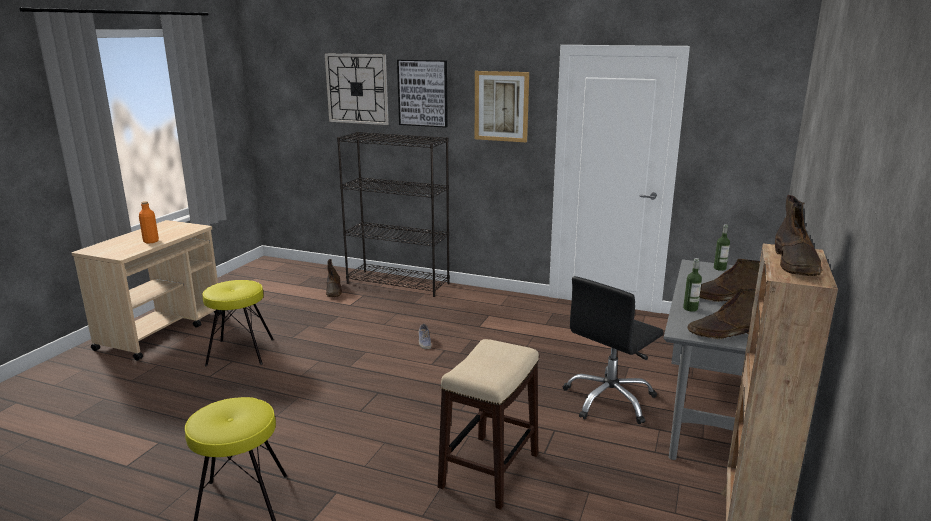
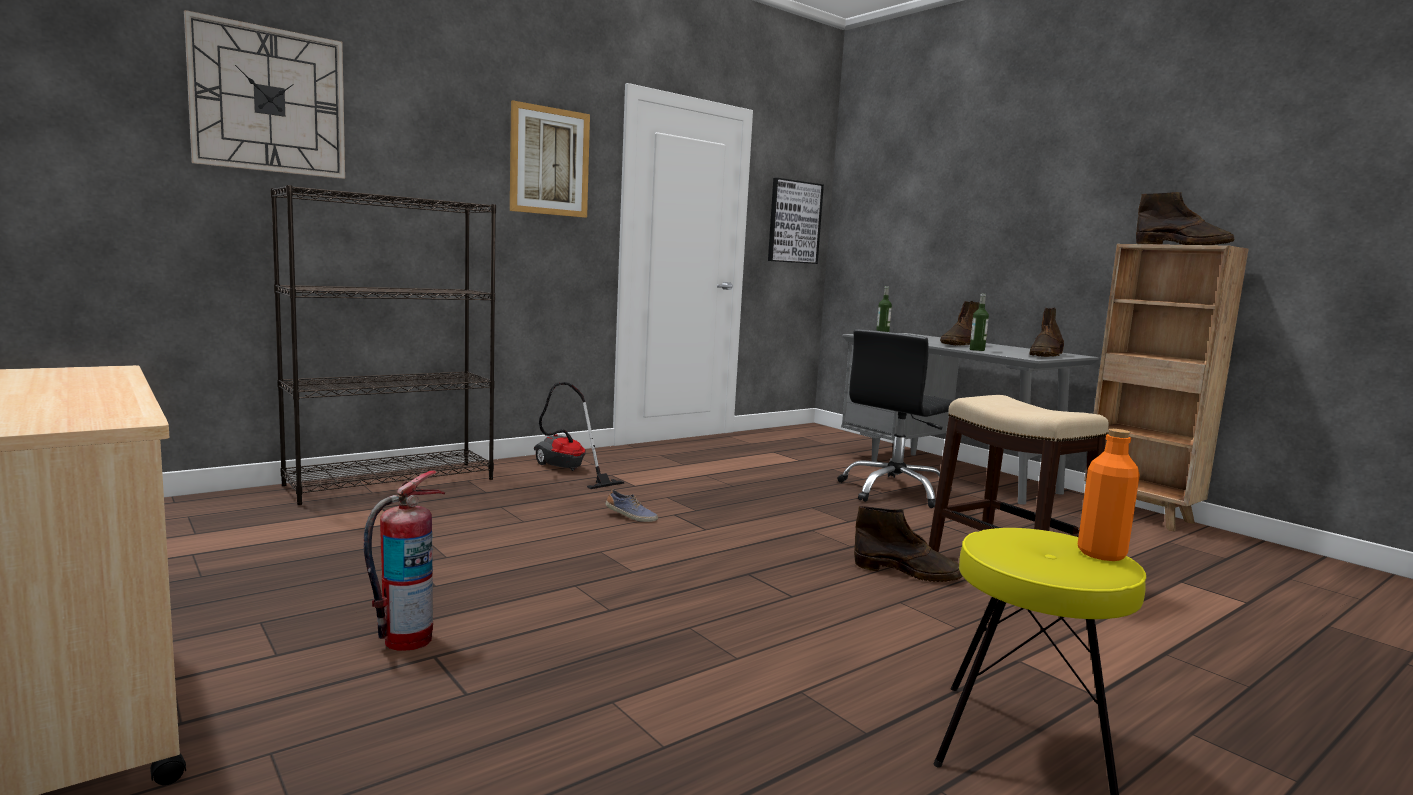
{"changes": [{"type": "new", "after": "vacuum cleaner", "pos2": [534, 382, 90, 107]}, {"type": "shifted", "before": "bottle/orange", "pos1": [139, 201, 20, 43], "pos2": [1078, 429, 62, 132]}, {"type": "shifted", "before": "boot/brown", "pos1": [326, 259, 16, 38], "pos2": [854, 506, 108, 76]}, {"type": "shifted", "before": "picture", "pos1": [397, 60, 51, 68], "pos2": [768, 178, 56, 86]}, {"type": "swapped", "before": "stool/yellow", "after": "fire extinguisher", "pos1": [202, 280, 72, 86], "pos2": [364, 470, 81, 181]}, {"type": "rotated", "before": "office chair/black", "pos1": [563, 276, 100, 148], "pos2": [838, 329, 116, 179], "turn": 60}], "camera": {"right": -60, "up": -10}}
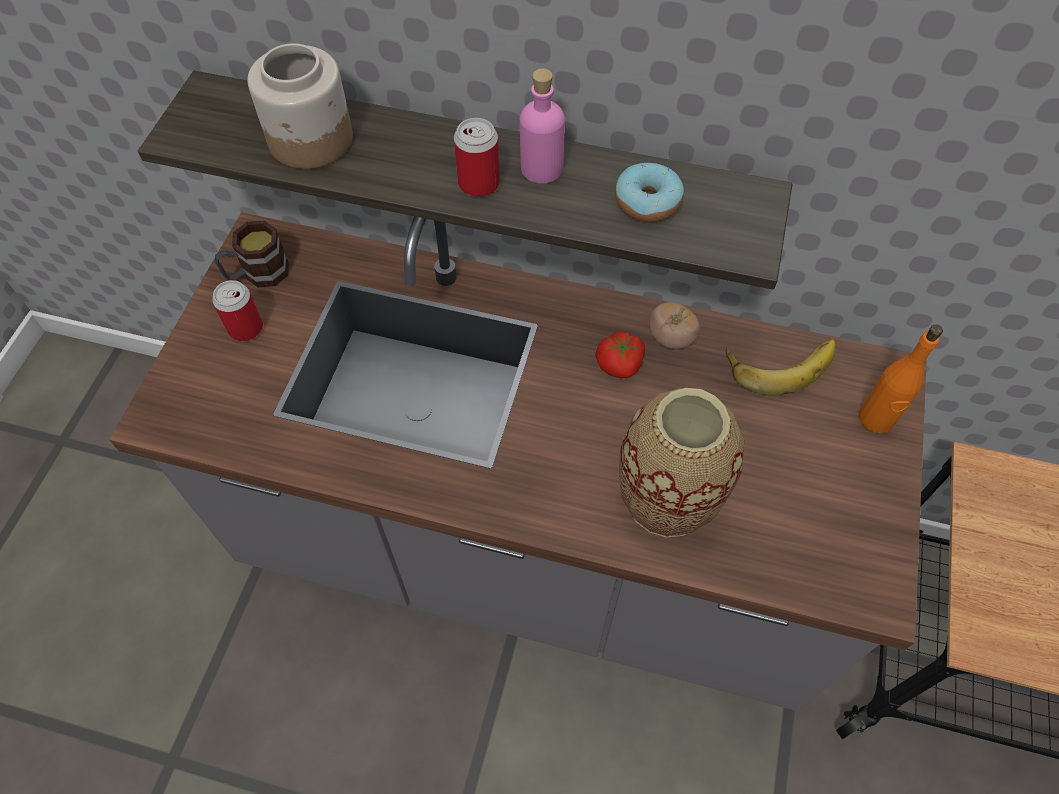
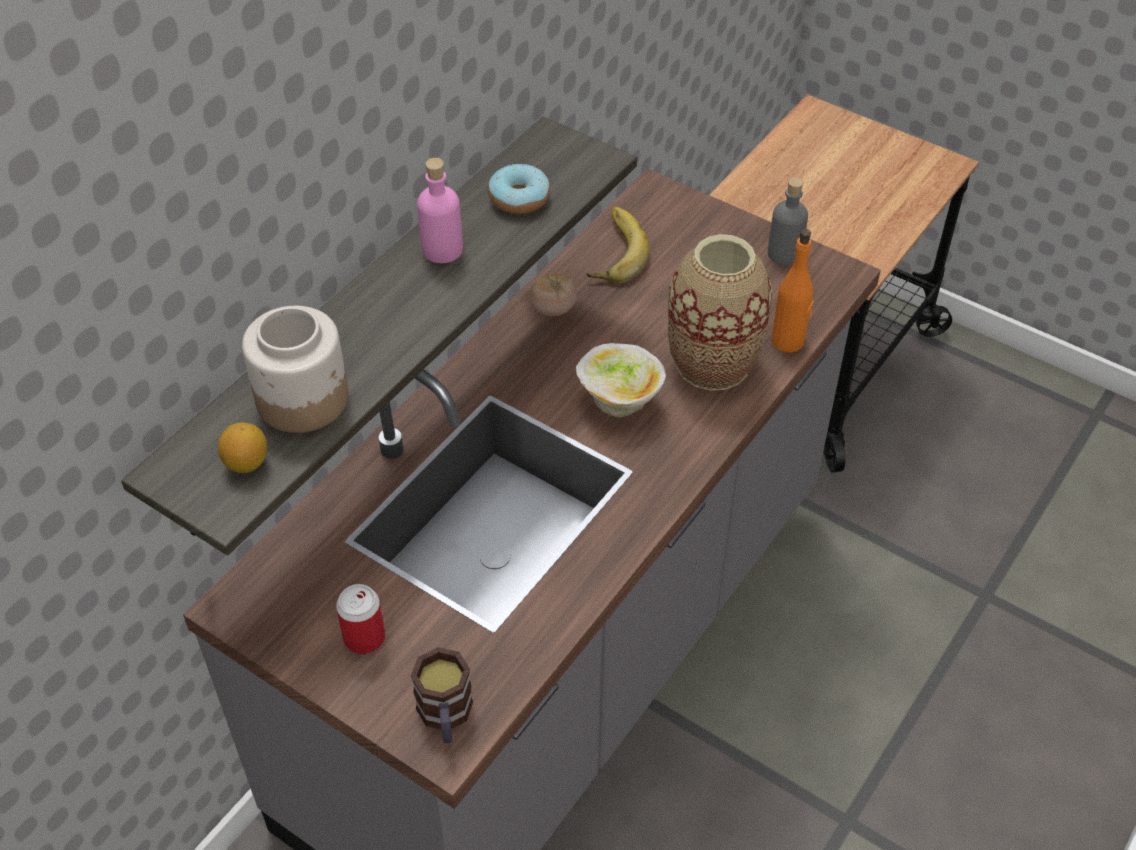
{"changes": [{"type": "gone", "before": "can", "pos1": [454, 118, 46, 79]}, {"type": "gone", "before": "tomato", "pos1": [595, 332, 50, 46]}, {"type": "new", "after": "lemon", "pos2": [218, 422, 49, 51]}, {"type": "new", "after": "bowl", "pos2": [576, 343, 90, 74]}, {"type": "new", "after": "bottle/grey", "pos2": [767, 177, 41, 88]}, {"type": "shifted", "before": "mug", "pos1": [215, 220, 74, 67], "pos2": [411, 647, 62, 96]}, {"type": "shifted", "before": "bottle/orange", "pos1": [859, 325, 84, 108], "pos2": [771, 229, 42, 124]}], "camera": {"right": -70, "up": -10}}
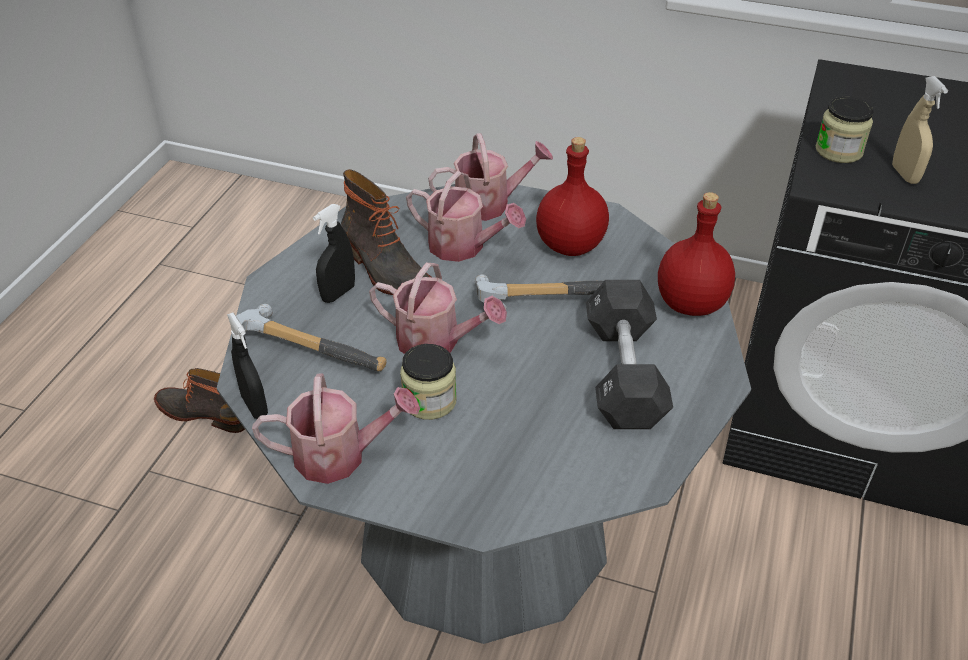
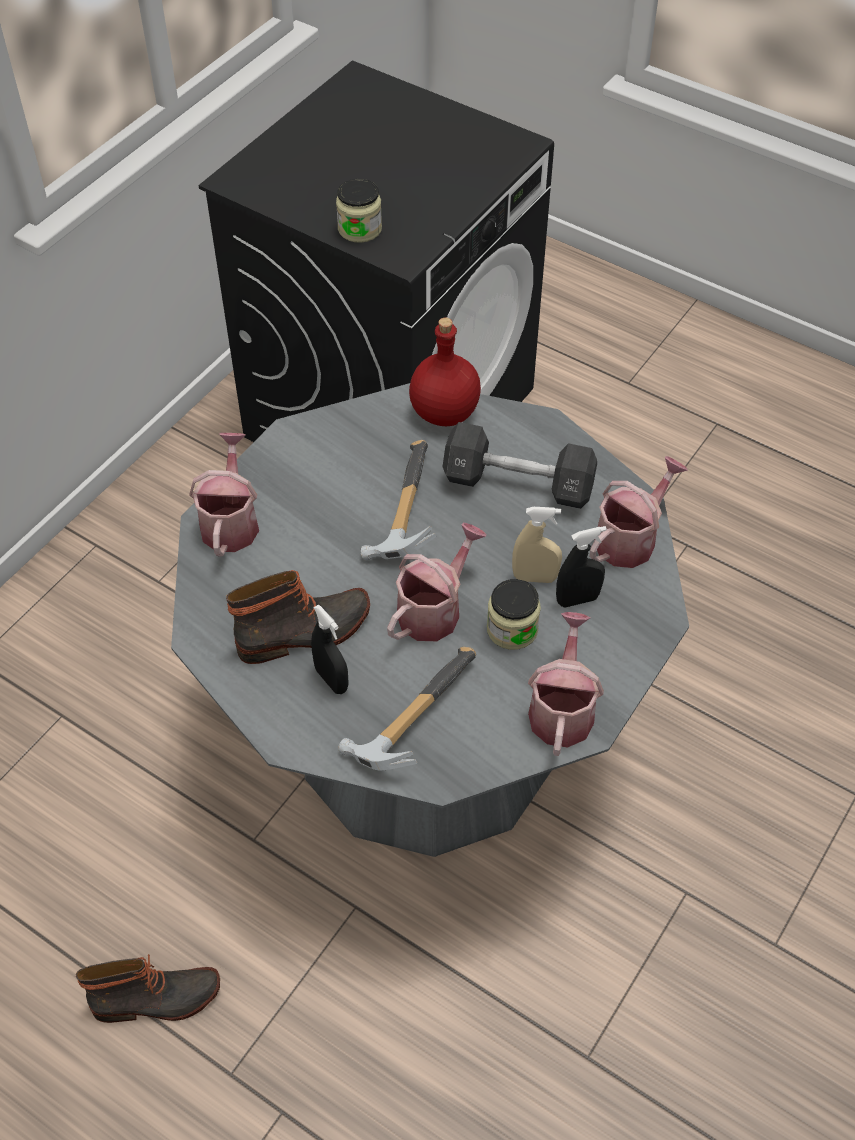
{"changes": [{"type": "gone", "before": "bottle/red", "pos1": [536, 137, 73, 119]}, {"type": "shifted", "before": "spray bottle/black", "pos1": [227, 313, 41, 106], "pos2": [556, 526, 51, 81]}, {"type": "shifted", "before": "watering can", "pos1": [406, 171, 120, 91], "pos2": [590, 456, 98, 112]}, {"type": "shifted", "before": "spray bottle/beige", "pos1": [892, 76, 56, 108], "pos2": [512, 507, 50, 76]}, {"type": "rotated", "before": "boot", "pos1": [154, 368, 91, 65], "pos2": [76, 954, 144, 69], "turn": -135}], "camera": {"right": -75, "up": 10}}
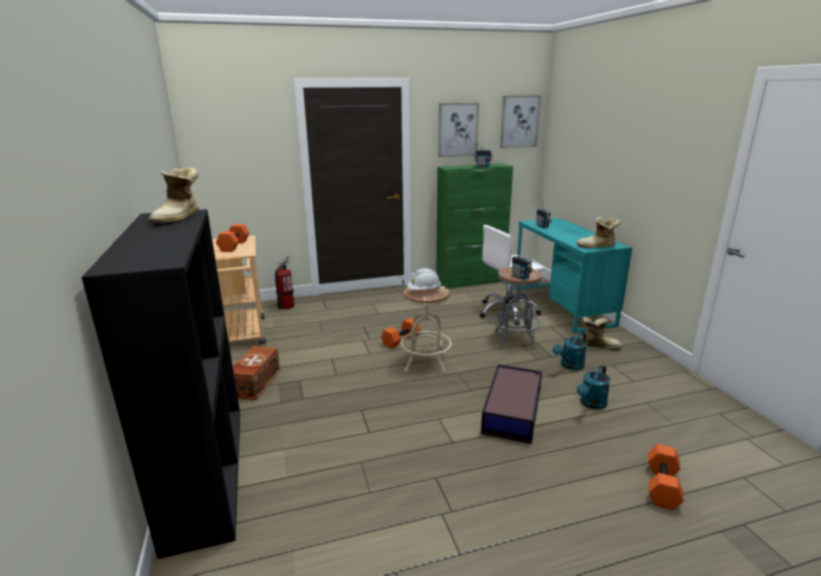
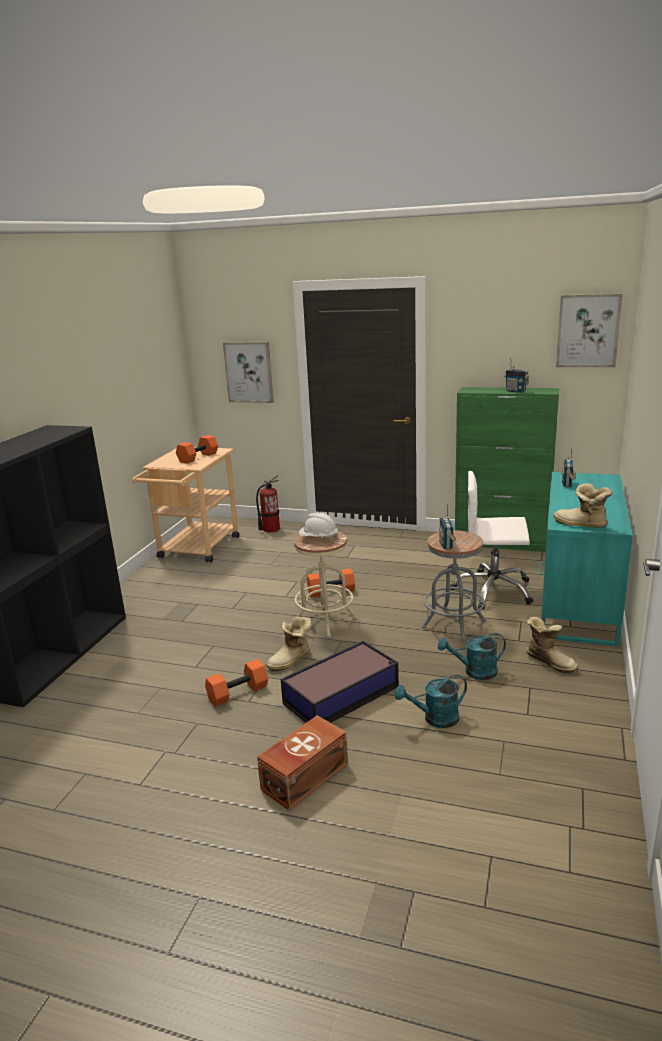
{"changes": [{"type": "shifted", "before": "boot", "pos1": [148, 167, 51, 59], "pos2": [266, 616, 46, 55]}, {"type": "shifted", "before": "storage box/brown", "pos1": [233, 346, 47, 54], "pos2": [257, 716, 91, 95]}, {"type": "shifted", "before": "picture", "pos1": [438, 103, 41, 54], "pos2": [223, 342, 51, 61]}, {"type": "shifted", "before": "dumbbell/orange", "pos1": [648, 444, 36, 66], "pos2": [205, 659, 63, 48]}], "camera": {"right": 35, "up": 0}}
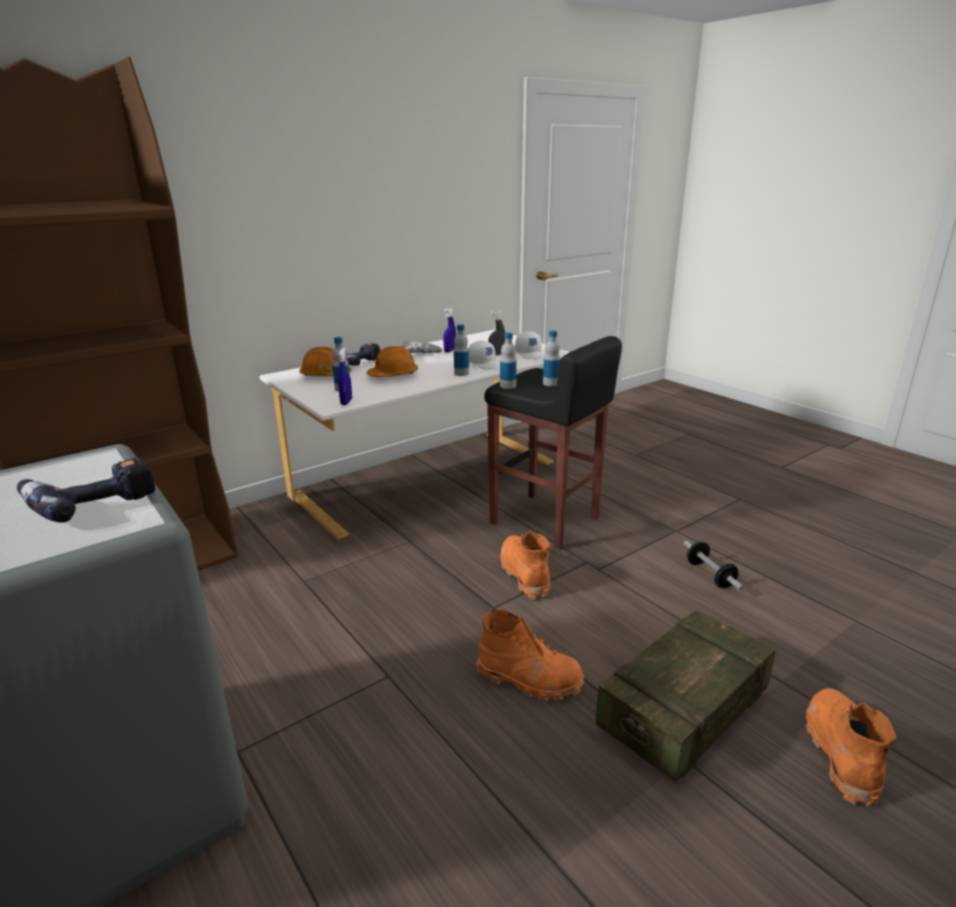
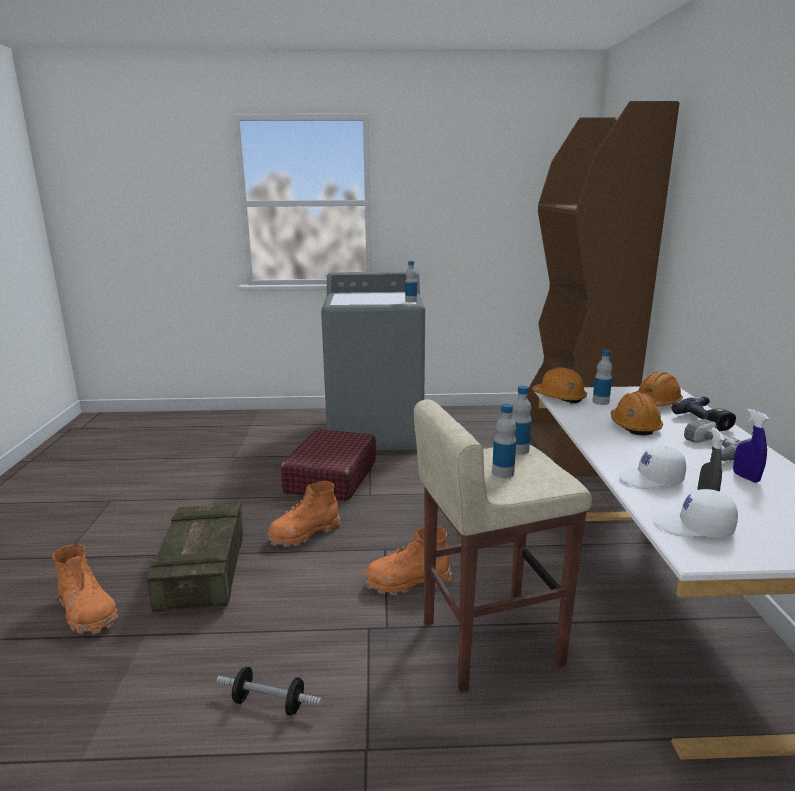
{"changes": [{"type": "gone", "before": "power drill", "pos1": [17, 458, 138, 64]}, {"type": "new", "after": "suitcase/red", "pos2": [281, 429, 95, 72]}, {"type": "shifted", "before": "bottle", "pos1": [454, 324, 15, 52], "pos2": [405, 261, 12, 41]}, {"type": "swapped", "before": "spray bottle/blue", "after": "hard hat/orange", "pos1": [338, 348, 14, 57], "pos2": [532, 368, 55, 36]}, {"type": "repainted", "before": "stool/black", "after": "stool/beige", "pos1": [484, 336, 138, 214], "pos2": [414, 399, 178, 294]}, {"type": "rotated", "before": "boot/orange", "pos1": [500, 531, 50, 68], "pos2": [365, 527, 87, 68], "turn": 150}], "camera": {"right": 125, "up": -5}}
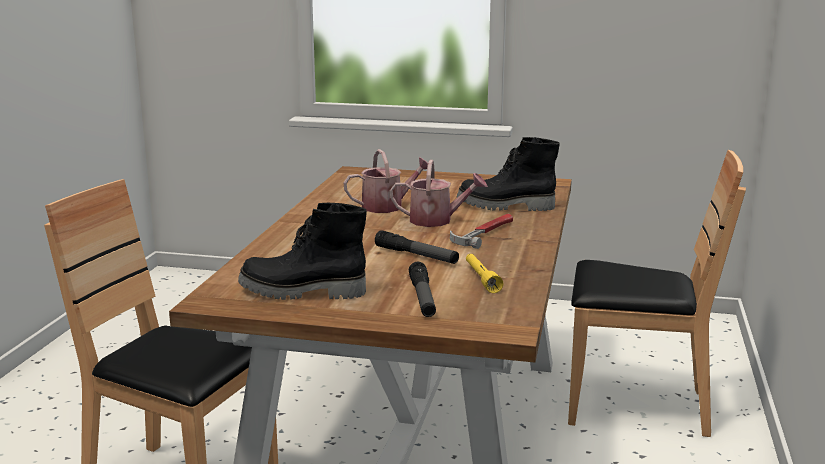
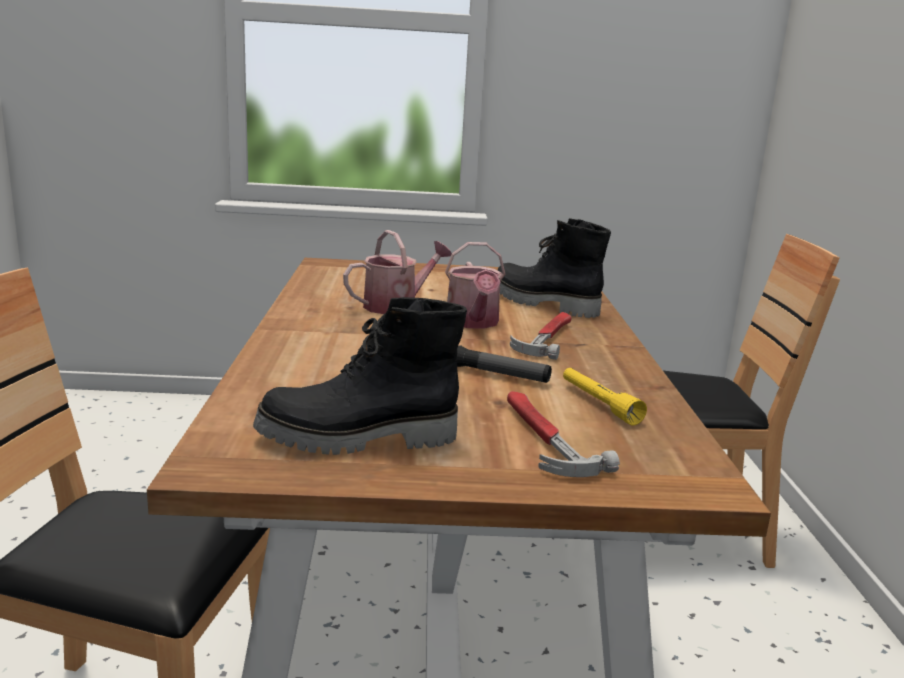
{"changes": [{"type": "swapped", "before": "flashlight", "after": "hammer", "pos1": [409, 262, 27, 55], "pos2": [507, 391, 113, 86]}, {"type": "rotated", "before": "watering can", "pos1": [390, 160, 98, 67], "pos2": [445, 242, 61, 87], "turn": 90}, {"type": "rotated", "before": "boot/black", "pos1": [457, 137, 102, 74], "pos2": [498, 218, 113, 100], "turn": 45}], "camera": {"right": -15, "up": 0}}
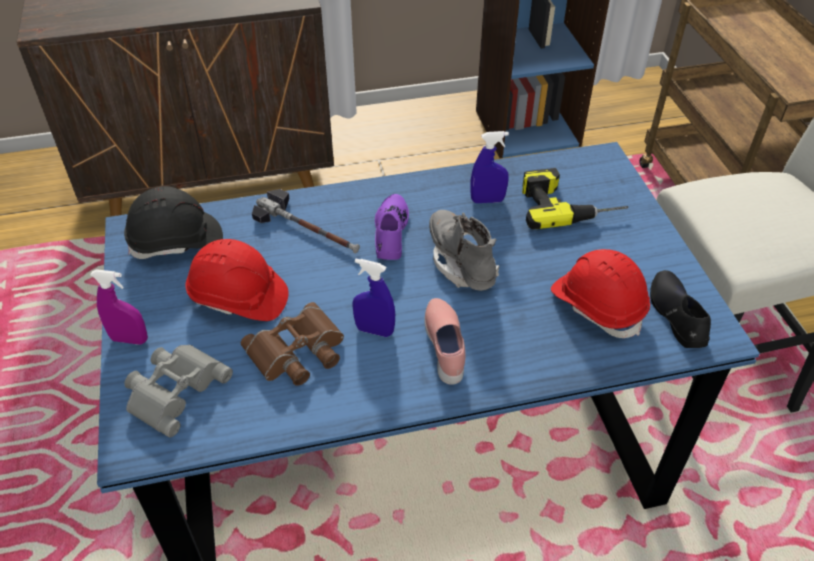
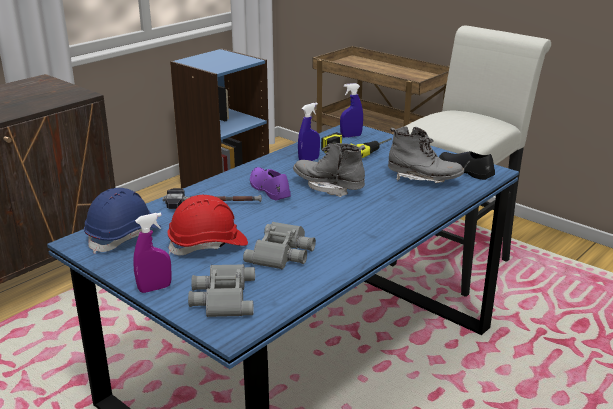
{"changes": [{"type": "gone", "before": "shoe/pink", "pos1": [424, 298, 42, 87]}, {"type": "shifted", "before": "spray bottle/blue", "pos1": [352, 259, 43, 78], "pos2": [340, 83, 23, 54]}, {"type": "swapped", "before": "hard hat/red", "after": "boot/grey", "pos1": [551, 249, 99, 89], "pos2": [388, 126, 76, 57]}, {"type": "repainted", "before": "hard hat/black", "after": "hard hat/blue", "pos1": [124, 186, 99, 73], "pos2": [84, 188, 77, 66]}, {"type": "repainted", "before": "binoculars/brown", "after": "binoculars/grey", "pos1": [241, 302, 103, 84], "pos2": [243, 222, 73, 48]}], "camera": {"right": -35, "up": -20}}
